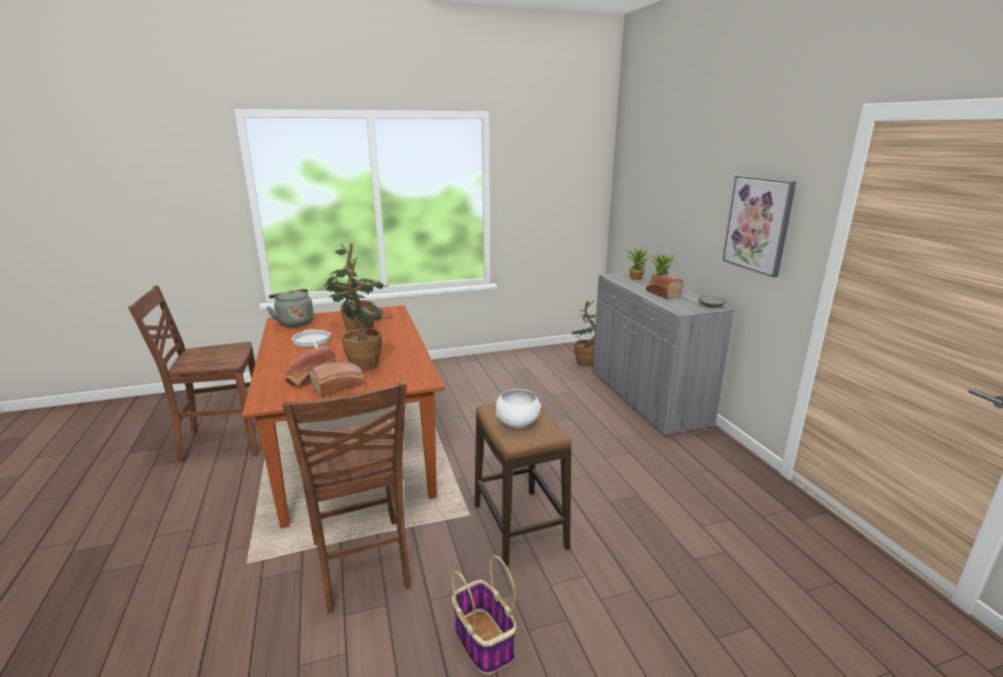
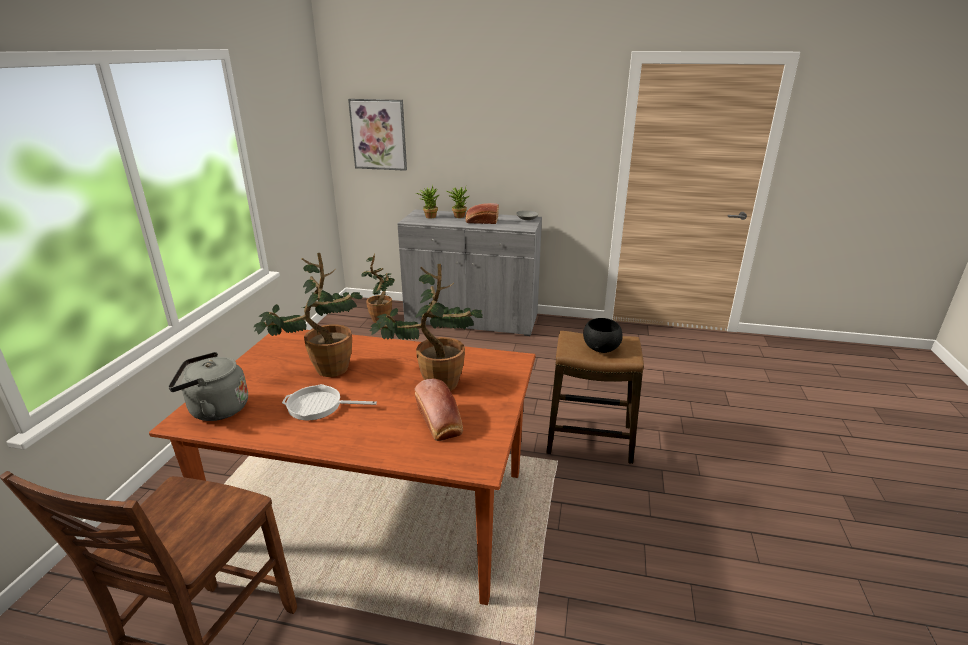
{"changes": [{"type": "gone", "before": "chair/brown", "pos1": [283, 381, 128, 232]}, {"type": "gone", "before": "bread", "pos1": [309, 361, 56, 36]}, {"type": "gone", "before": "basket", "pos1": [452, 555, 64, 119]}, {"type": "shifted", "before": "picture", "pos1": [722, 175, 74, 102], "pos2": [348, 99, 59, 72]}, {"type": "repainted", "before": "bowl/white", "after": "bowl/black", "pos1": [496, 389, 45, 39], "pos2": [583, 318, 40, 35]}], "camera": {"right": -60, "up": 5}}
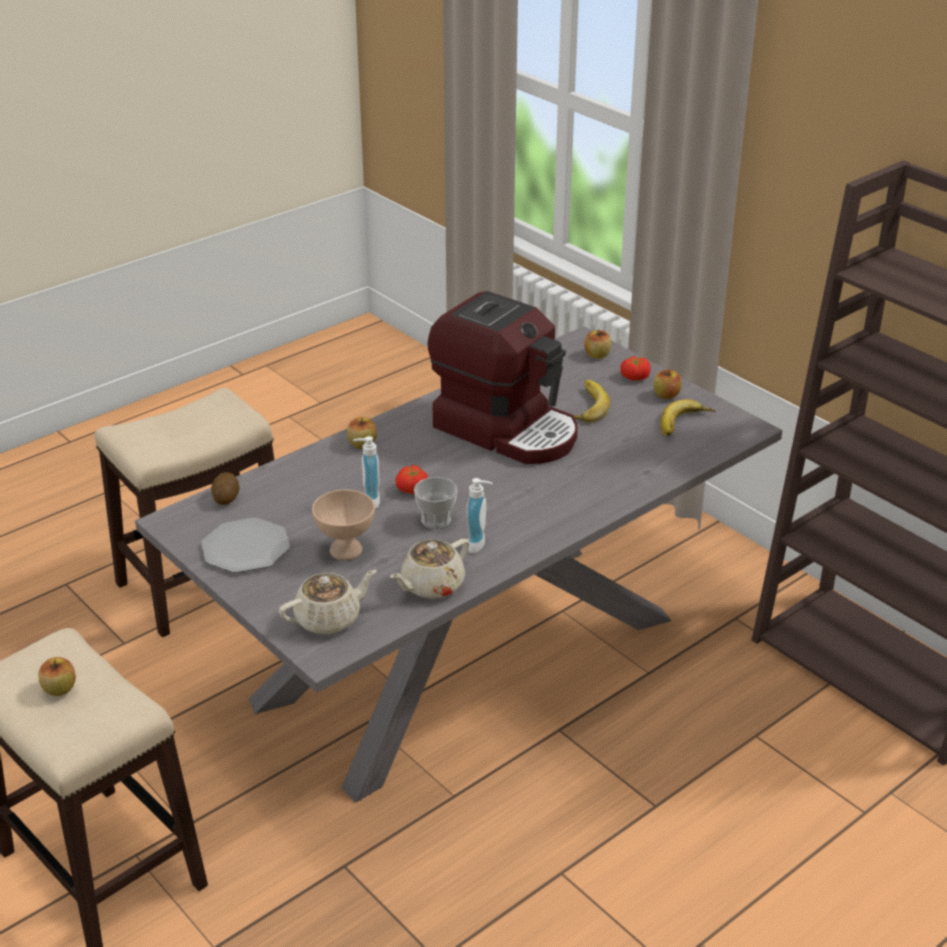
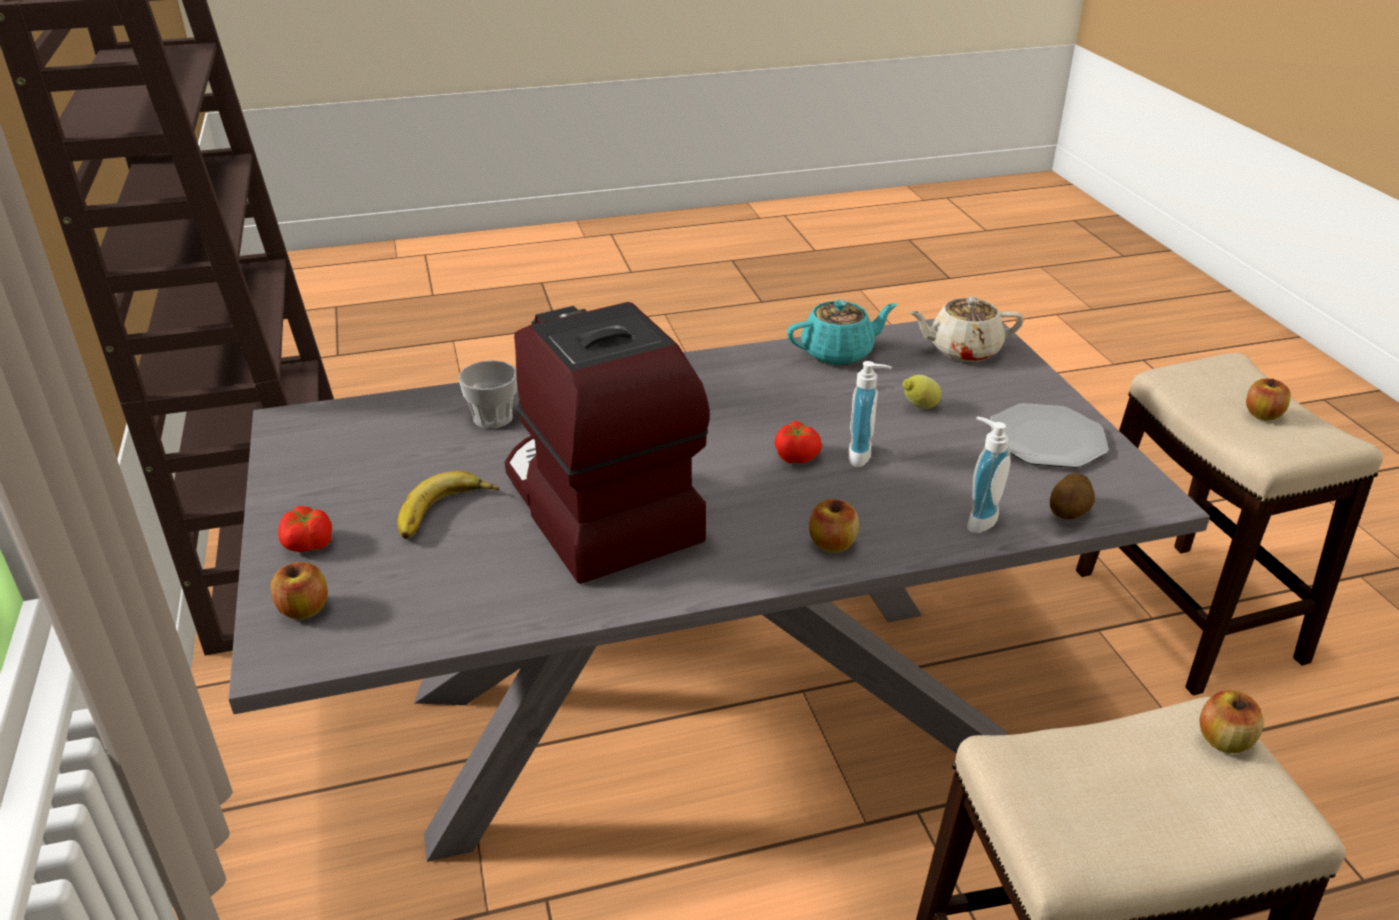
{"changes": [{"type": "gone", "before": "banana", "pos1": [661, 399, 55, 37]}, {"type": "shifted", "before": "cup", "pos1": [414, 477, 44, 52], "pos2": [459, 360, 58, 69]}, {"type": "shifted", "before": "soap dispenser", "pos1": [466, 478, 27, 75], "pos2": [967, 417, 44, 116]}, {"type": "shifted", "before": "apple", "pos1": [653, 370, 28, 29], "pos2": [1199, 690, 65, 63]}, {"type": "swapped", "before": "bowl/beige", "after": "lemon", "pos1": [312, 490, 63, 70], "pos2": [902, 375, 39, 34]}, {"type": "repainted", "before": "teapot/beige", "after": "teapot/turquoise", "pos1": [390, 539, 80, 60], "pos2": [787, 300, 110, 65]}], "camera": {"right": -155, "up": 0}}
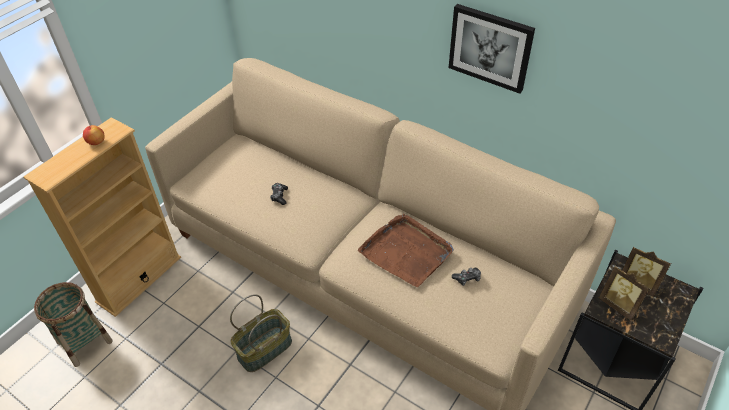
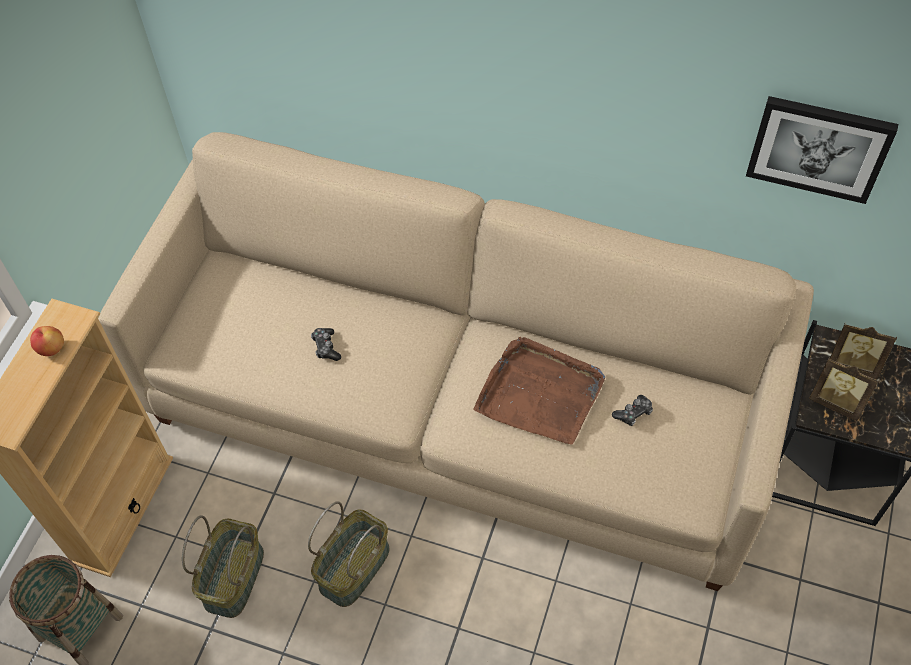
{"changes": [{"type": "new", "after": "basket", "pos2": [182, 515, 82, 103]}, {"type": "shifted", "before": "picture", "pos1": [449, 4, 86, 90], "pos2": [746, 96, 152, 108]}], "camera": {"right": -15, "up": 10}}
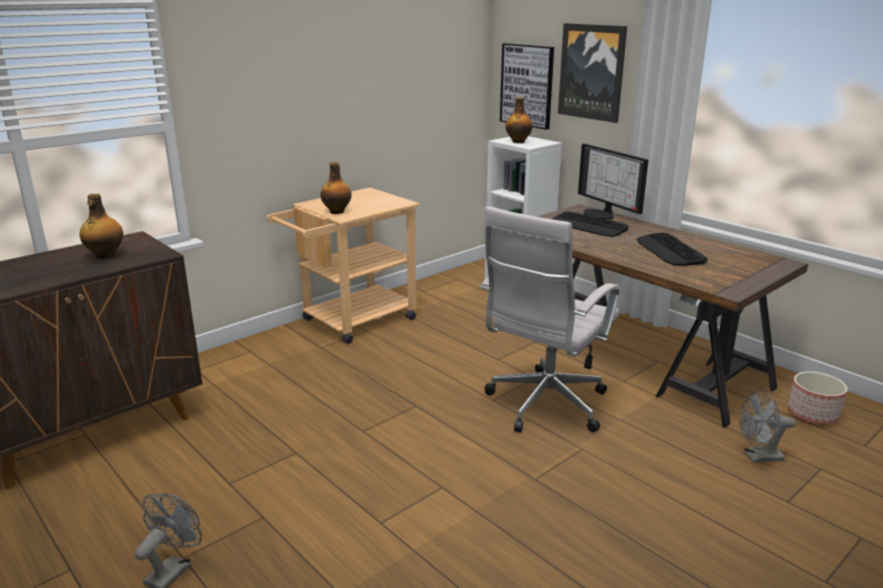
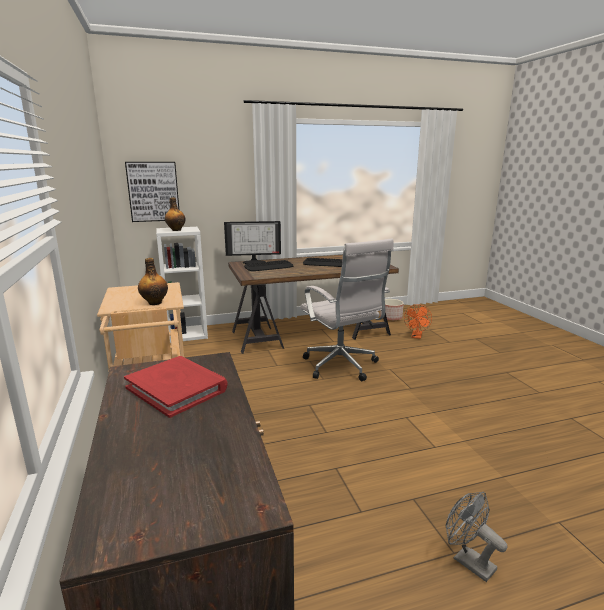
{"changes": [{"type": "gone", "before": "picture", "pos1": [558, 23, 69, 100]}, {"type": "swapped", "before": "bottle", "after": "book/red", "pos1": [80, 194, 43, 65], "pos2": [124, 356, 104, 62]}, {"type": "repainted", "before": "fan/grey", "after": "fan/orange", "pos1": [739, 390, 56, 73], "pos2": [404, 305, 28, 34]}], "camera": {"right": -65, "up": -5}}
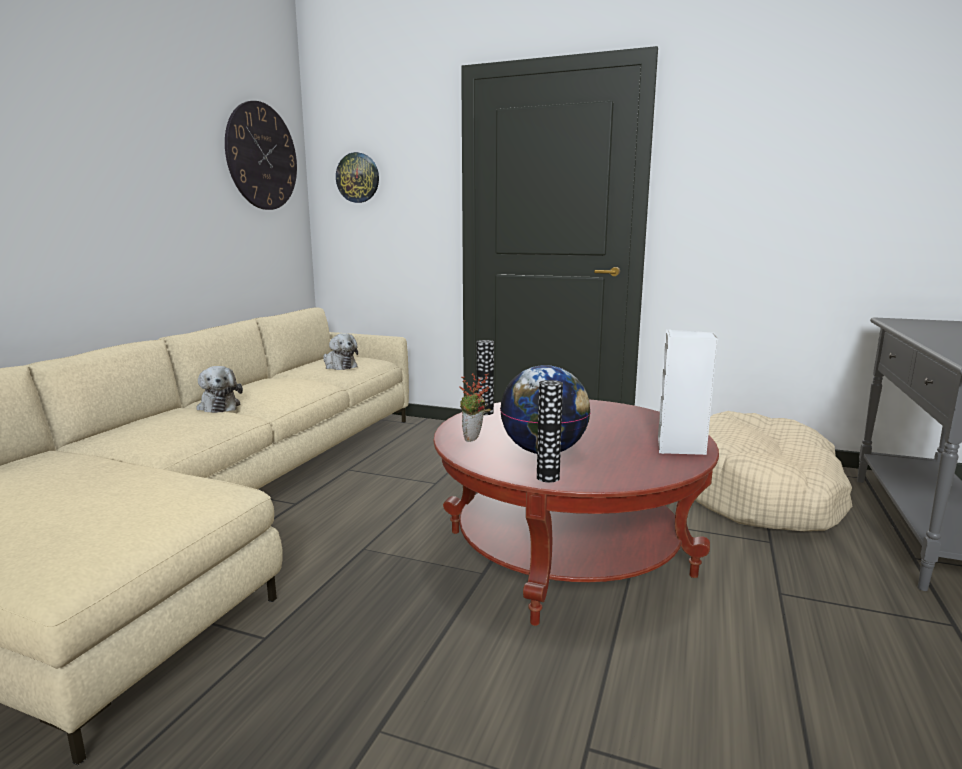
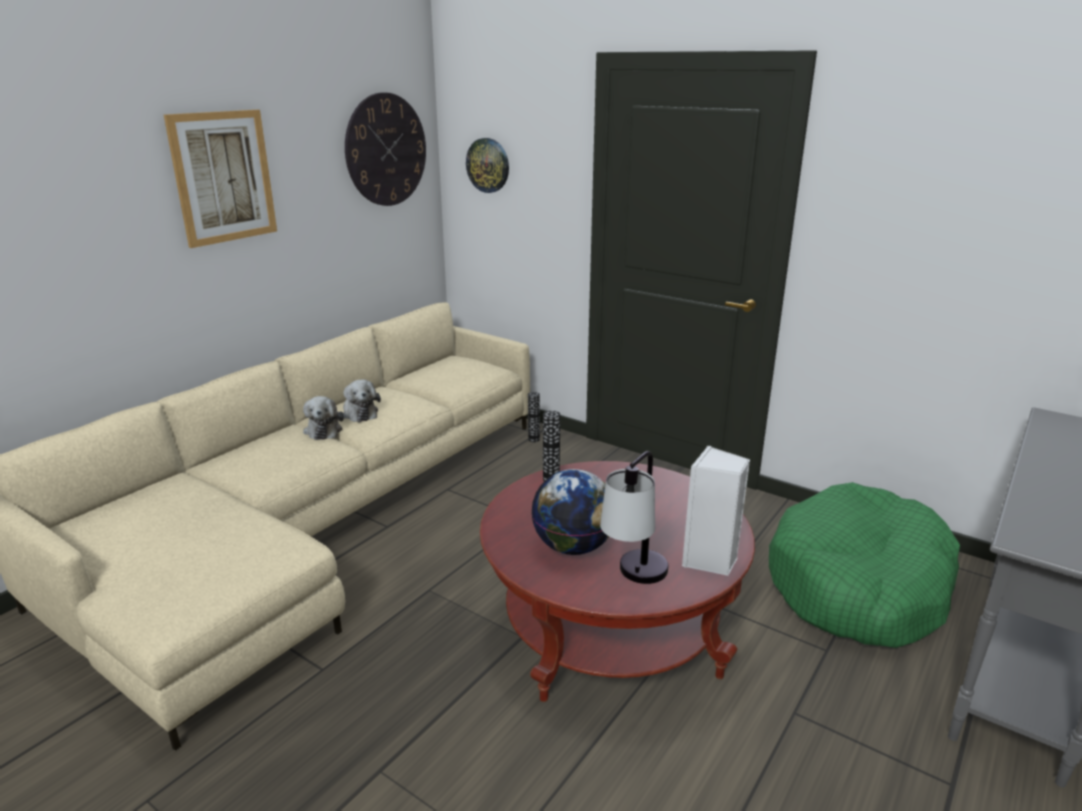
{"changes": [{"type": "gone", "before": "potted plant", "pos1": [459, 373, 32, 69]}, {"type": "new", "after": "picture", "pos2": [164, 110, 113, 138]}, {"type": "new", "after": "table lamp", "pos2": [600, 451, 68, 133]}, {"type": "shifted", "before": "plush toy", "pos1": [323, 333, 35, 37], "pos2": [343, 380, 38, 42]}, {"type": "shifted", "before": "vase", "pos1": [537, 380, 26, 103], "pos2": [528, 392, 12, 50]}, {"type": "repainted", "before": "dog bed/beige", "after": "dog bed/green", "pos1": [695, 411, 157, 120], "pos2": [769, 482, 191, 166]}], "camera": {"right": 15, "up": 10}}
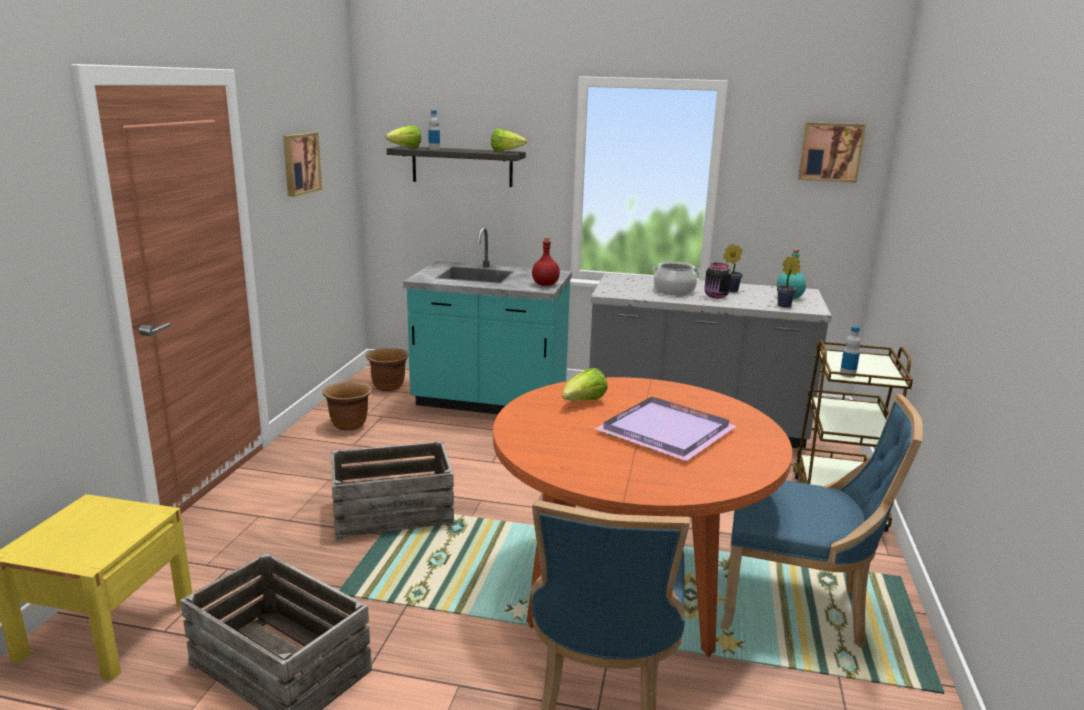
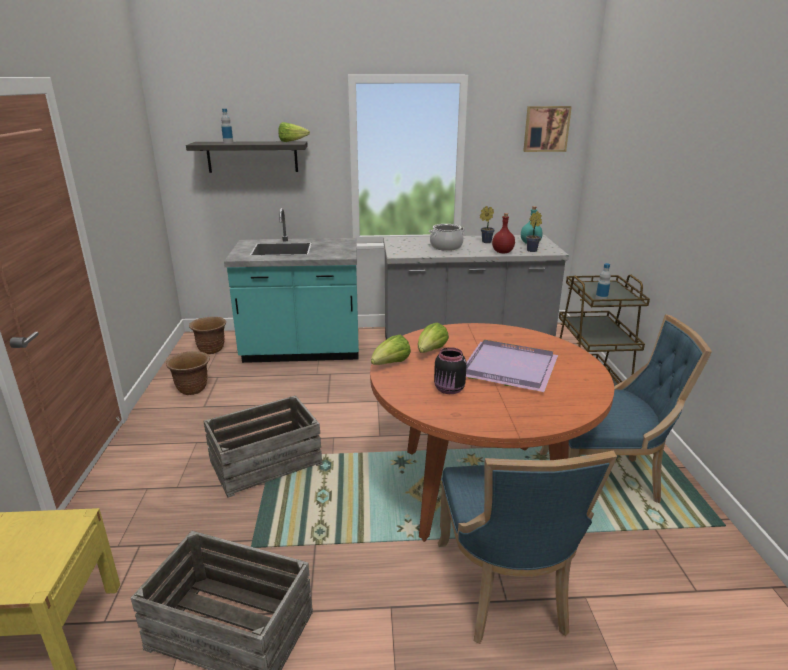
{"changes": [{"type": "gone", "before": "picture", "pos1": [283, 132, 39, 65]}, {"type": "shifted", "before": "lettuce", "pos1": [386, 125, 35, 23], "pos2": [371, 335, 40, 30]}, {"type": "shifted", "before": "bottle/red", "pos1": [532, 237, 28, 49], "pos2": [492, 213, 23, 40]}, {"type": "shifted", "before": "jar/black", "pos1": [705, 263, 26, 36], "pos2": [434, 347, 33, 47]}], "camera": {"right": -15, "up": 5}}
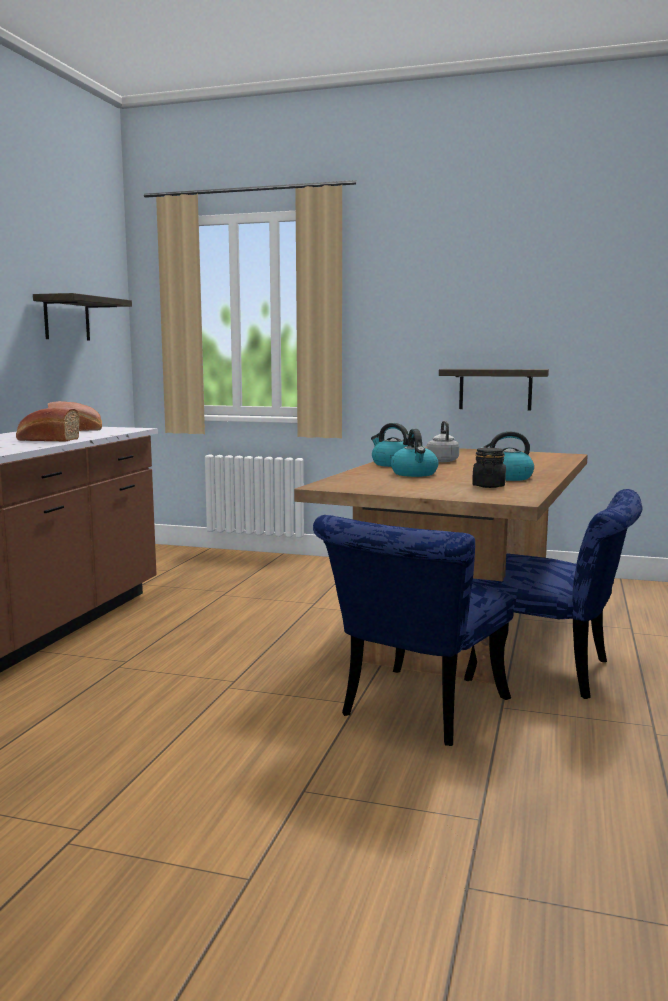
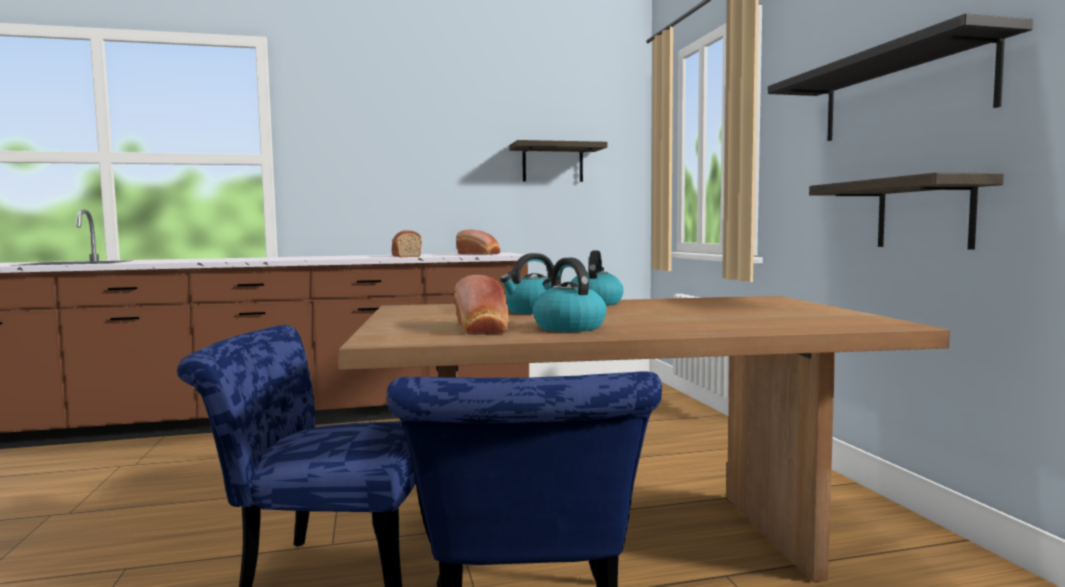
{"changes": [{"type": "gone", "before": "kettle/grey", "pos1": [427, 421, 32, 41]}, {"type": "new", "after": "shelf/black", "pos2": [768, 13, 265, 128]}, {"type": "swapped", "before": "jar/black", "after": "bread", "pos1": [472, 448, 34, 40], "pos2": [454, 275, 55, 60]}], "camera": {"right": 60, "up": -5}}
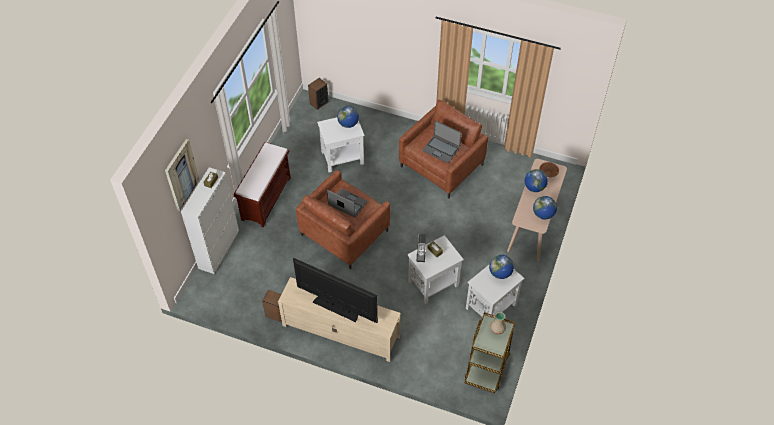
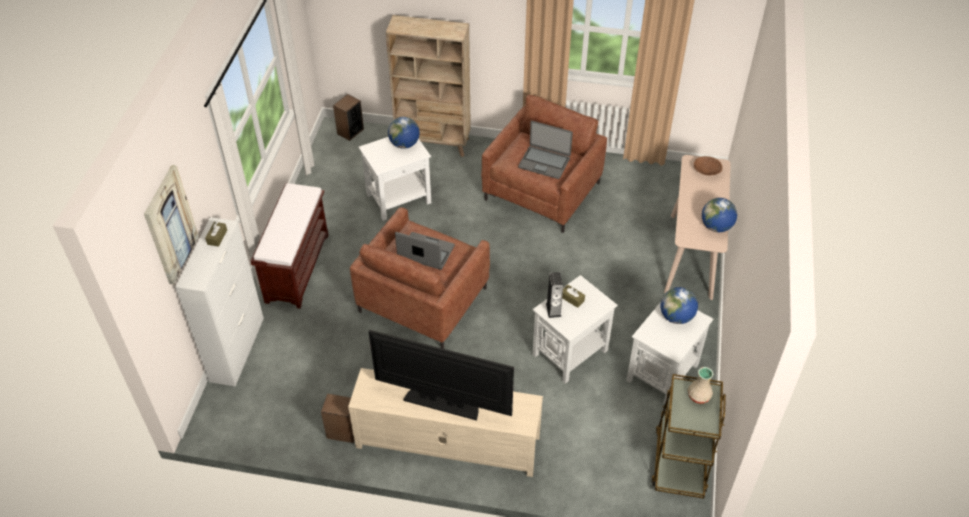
{"changes": [{"type": "gone", "before": "globe", "pos1": [525, 169, 23, 23]}, {"type": "new", "after": "bookcase/beige", "pos2": [386, 15, 85, 142]}], "camera": {"right": -10, "up": -5}}
